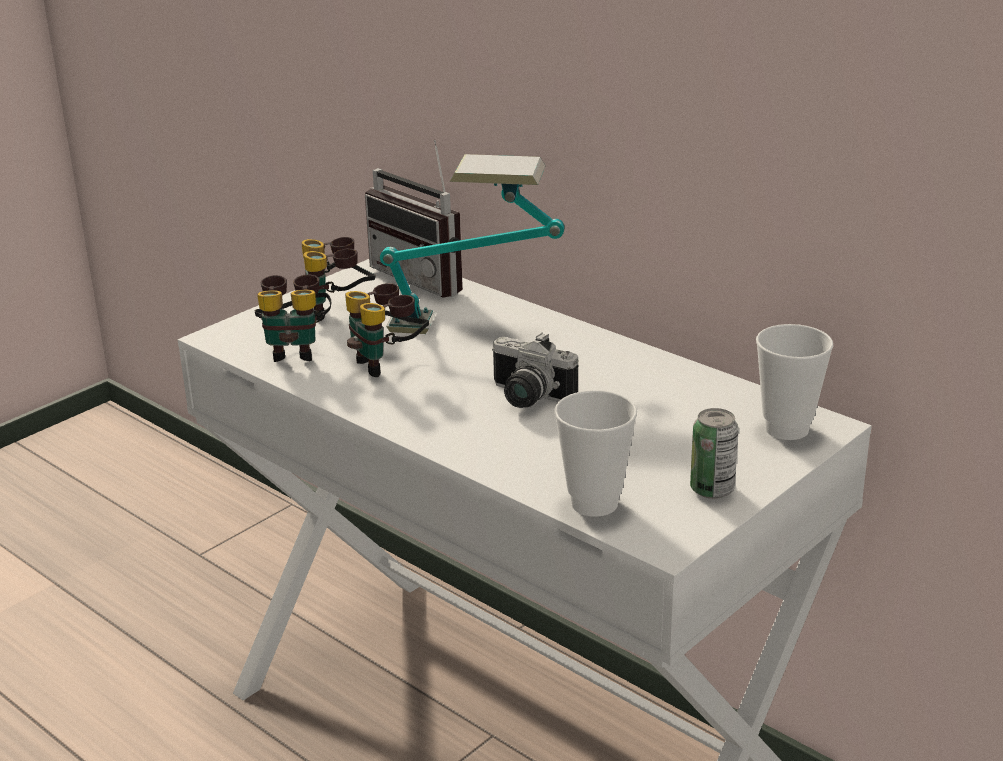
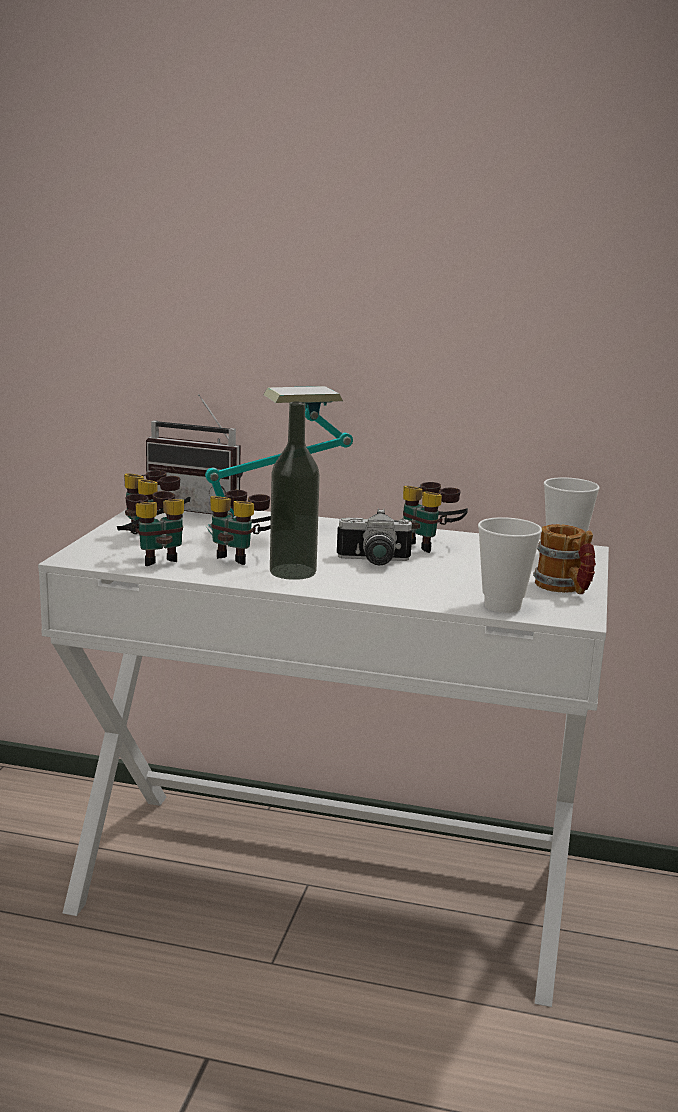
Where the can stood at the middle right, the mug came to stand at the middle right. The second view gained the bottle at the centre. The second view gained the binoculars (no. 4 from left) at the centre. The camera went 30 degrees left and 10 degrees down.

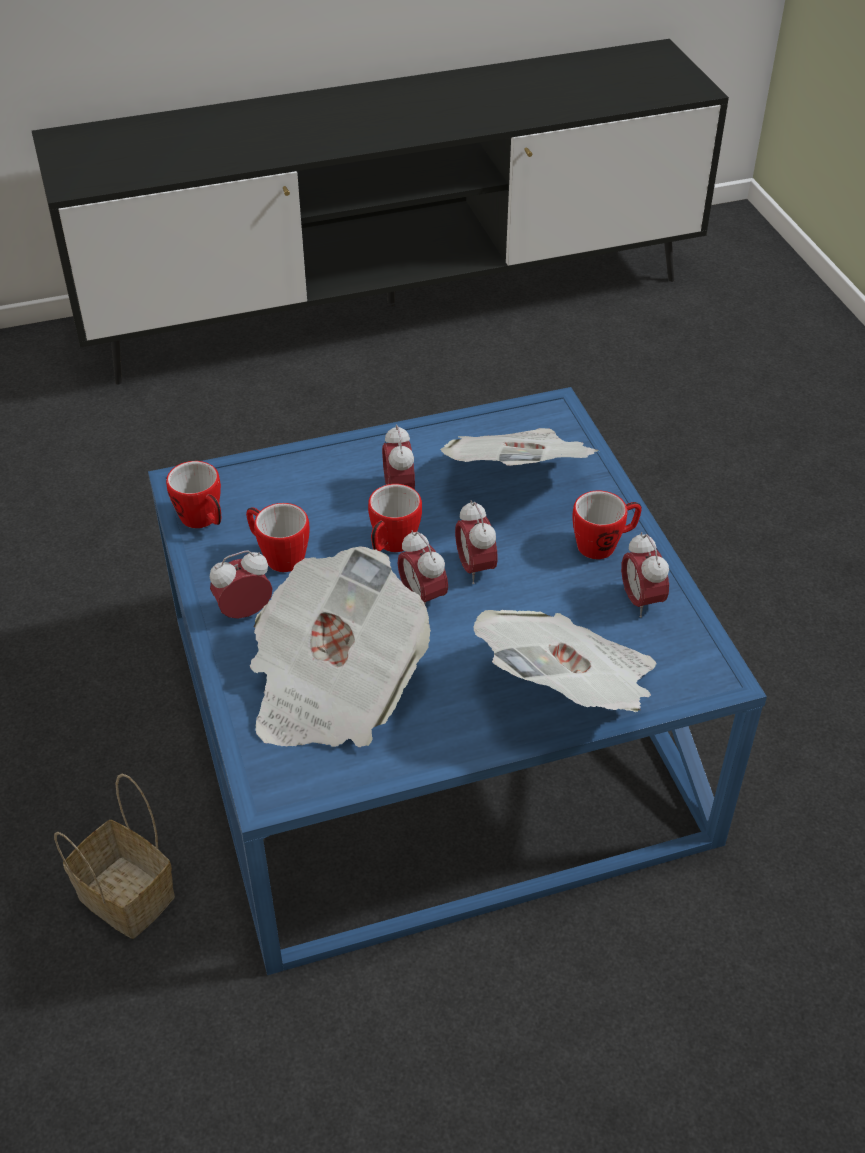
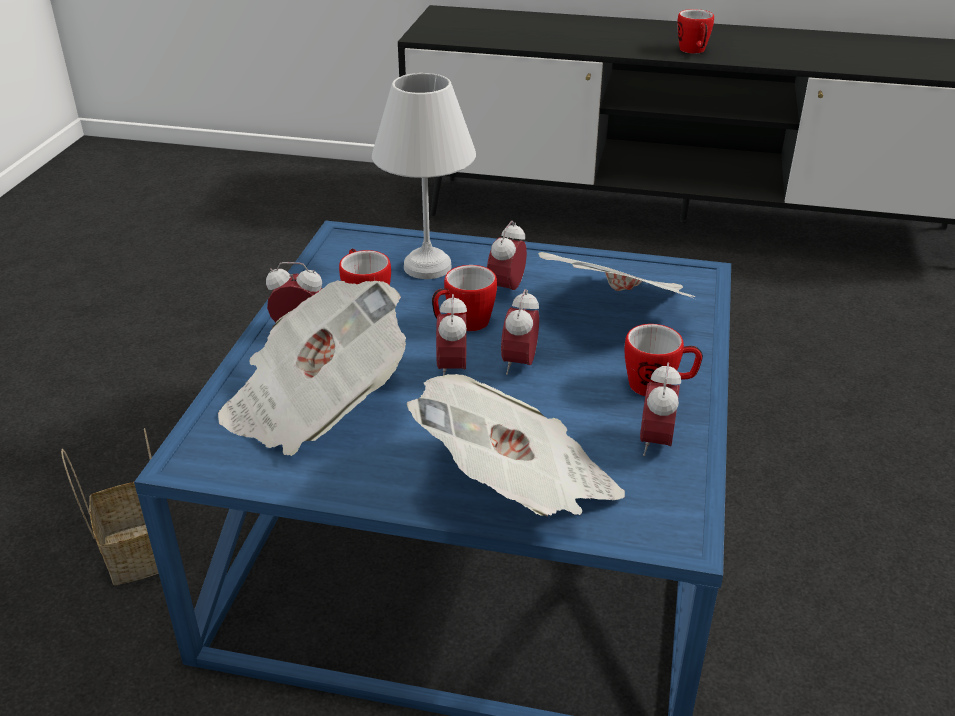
The mug (no. 1 from left in the first image) ended up elsewhere, having gone from the middle left to the top right. The second view gained the white table lamp at the top centre. The camera went 30 degrees right and 10 degrees down.

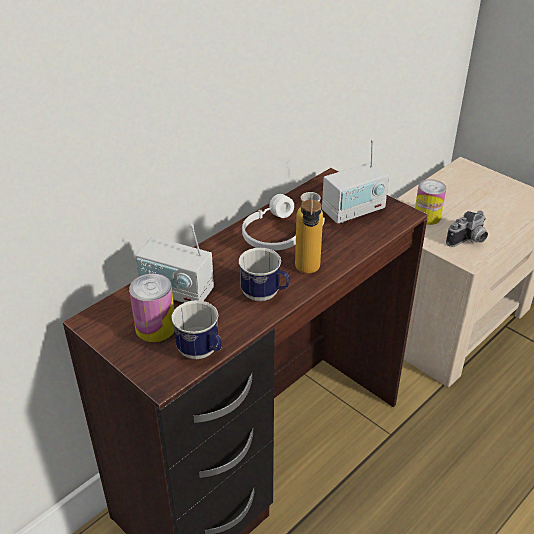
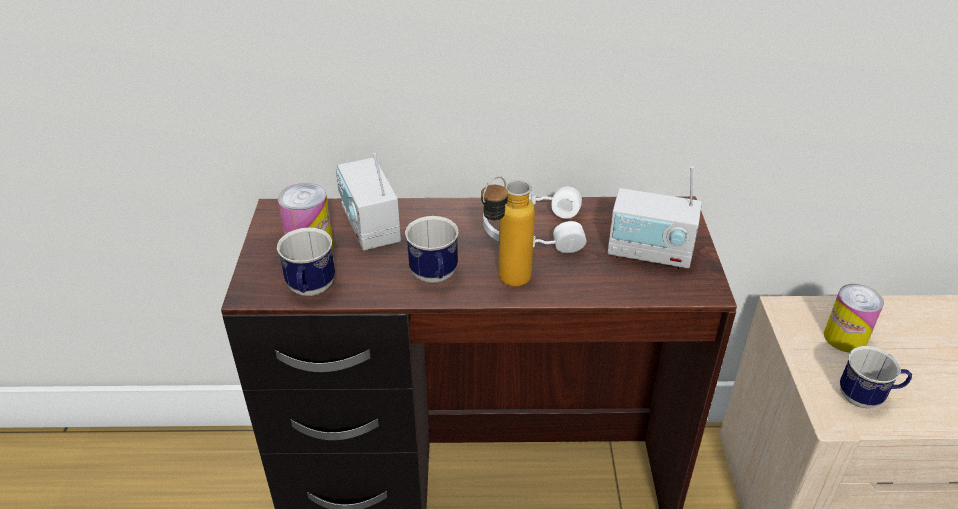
Where the photo camera stood at the middle right, the mug (no. 3 from left) came to stand at the bottom right. The camera went 45 degrees right and 0 degrees up.

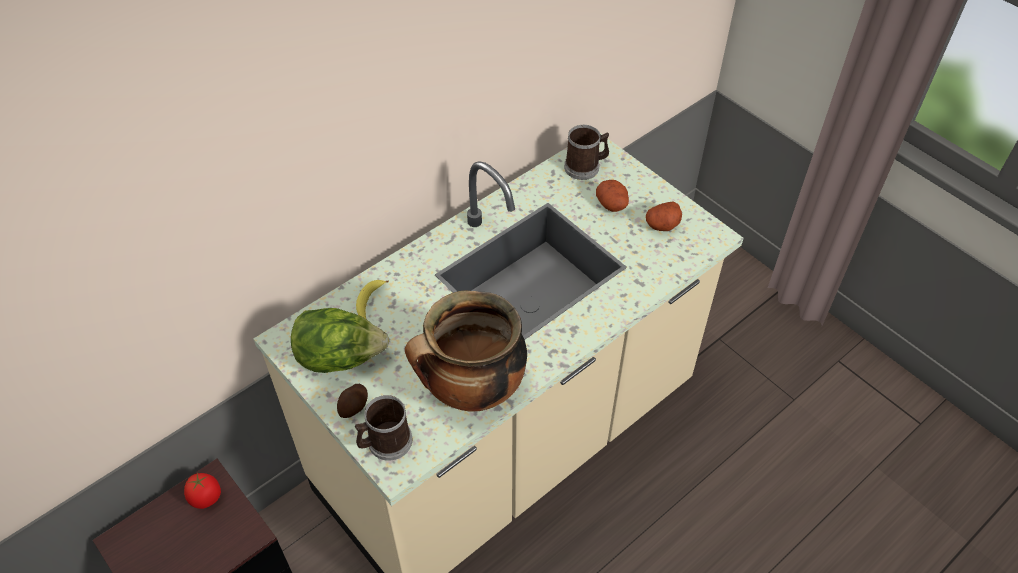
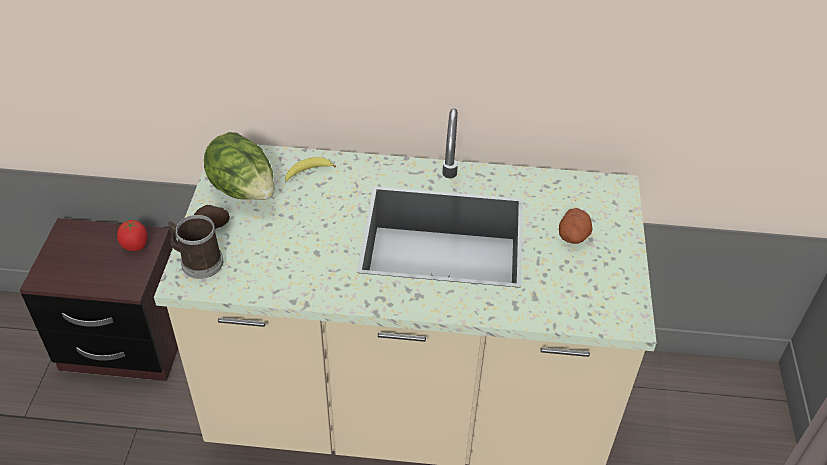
The second view lost the cooking pot at the centre. The second view lost the mug (no. 2 from left) at the top centre. The second view lost the potato (no. 3 from left) at the centre. The camera went 45 degrees right and 5 degrees down.

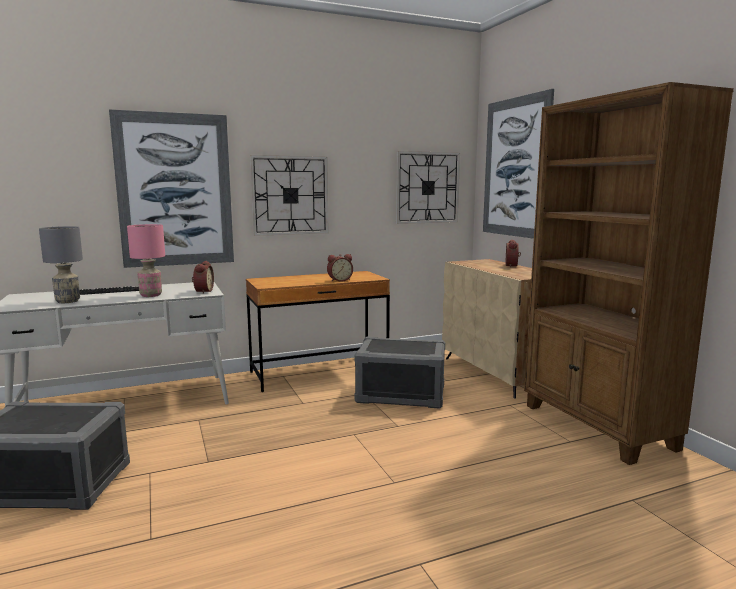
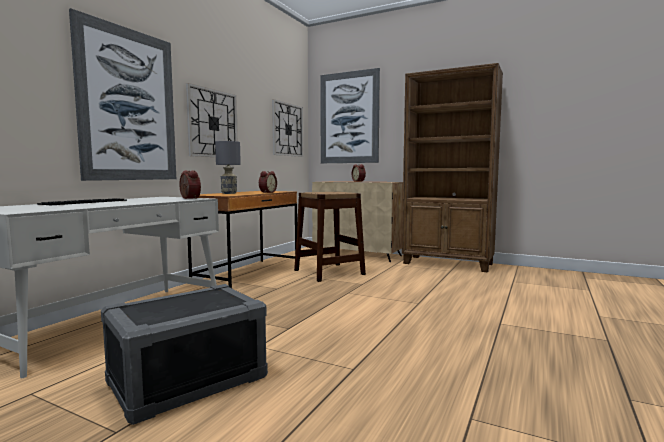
The grey table lamp ended up elsewhere, having gone from the middle left to the centre. The second view lost the pink table lamp at the middle left. Where the grey storage box (no. 2 from left) stood at the centre, the brown stool came to stand at the centre. The camera went 40 degrees left and 5 degrees down.

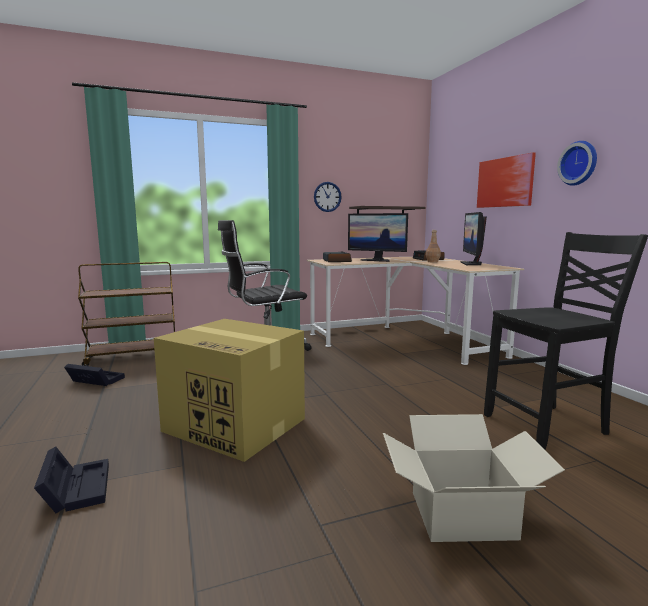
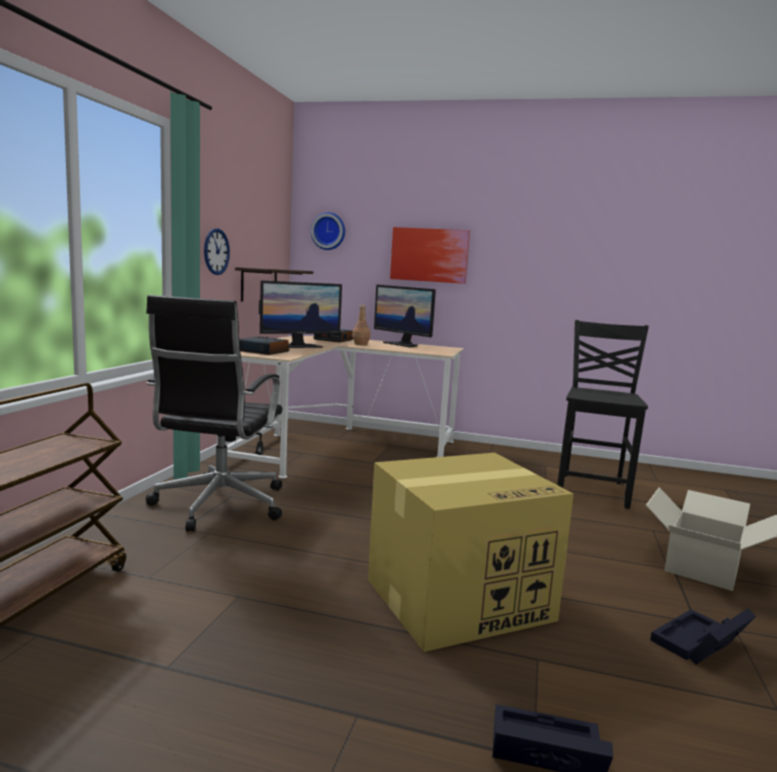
The black storage box (no. 2 from left) ended up elsewhere, having gone from the middle left to the bottom right. The wall clock (no. 2 from left) ended up elsewhere, having gone from the top right to the top centre. The camera went 55 degrees left and 0 degrees up.

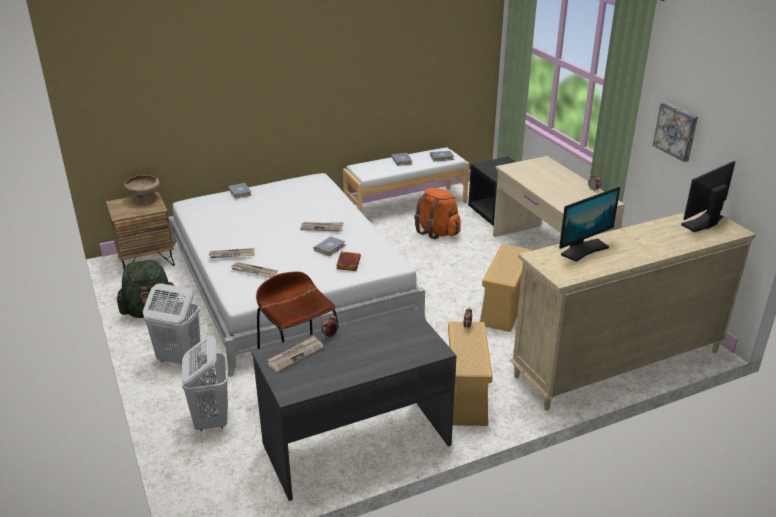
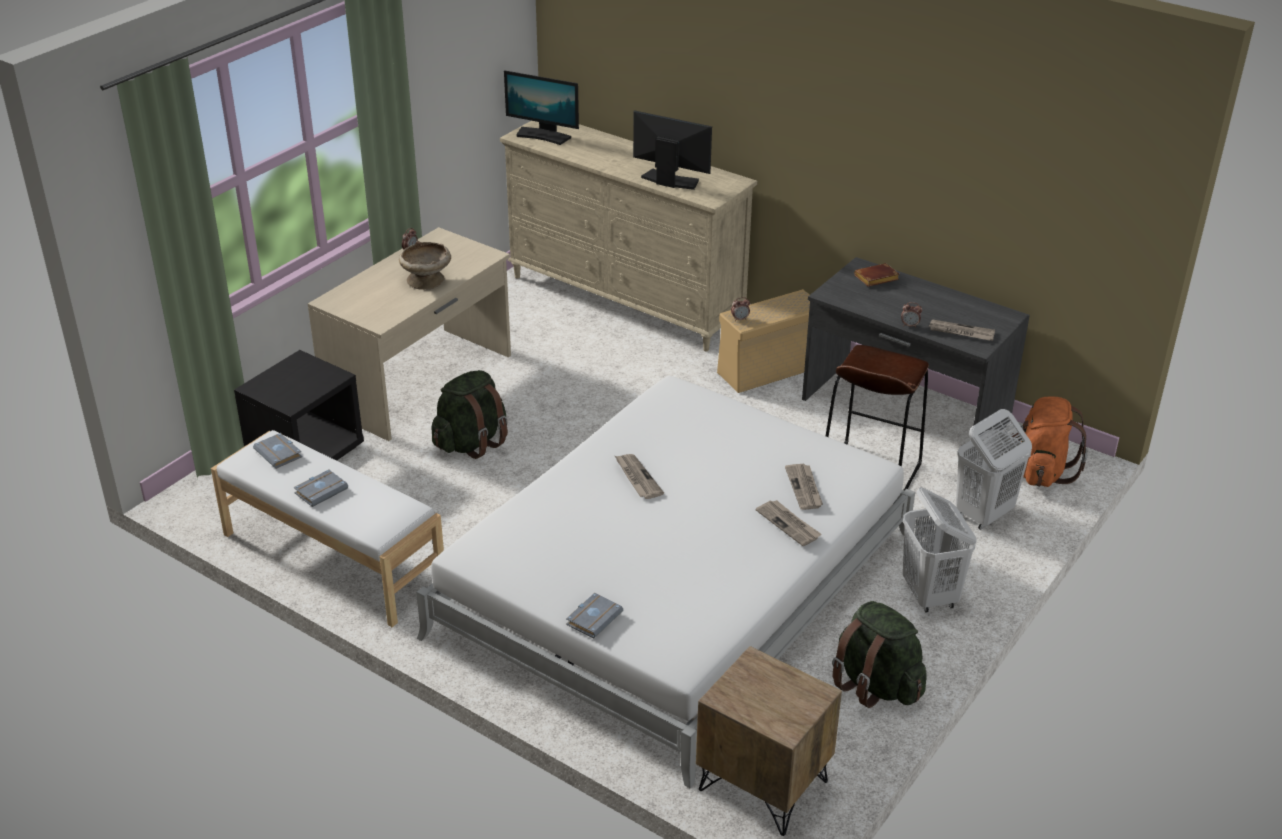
The beige bowl ended up elsewhere, having gone from the middle left to the top left. The second view lost the grey book (no. 2 from left) at the centre. The brown book ended up elsewhere, having gone from the centre to the top right. The orange backpack ended up elsewhere, having gone from the centre to the middle right. The second view lost the beige storage box (no. 2 from left) at the centre. The second view lost the picture at the top right. The second view gained the green backpack (no. 1 from left) at the centre. The camera went 120 degrees left and 5 degrees up.

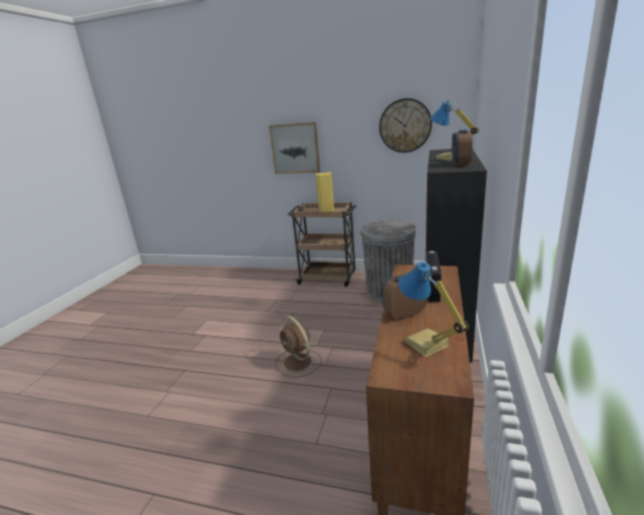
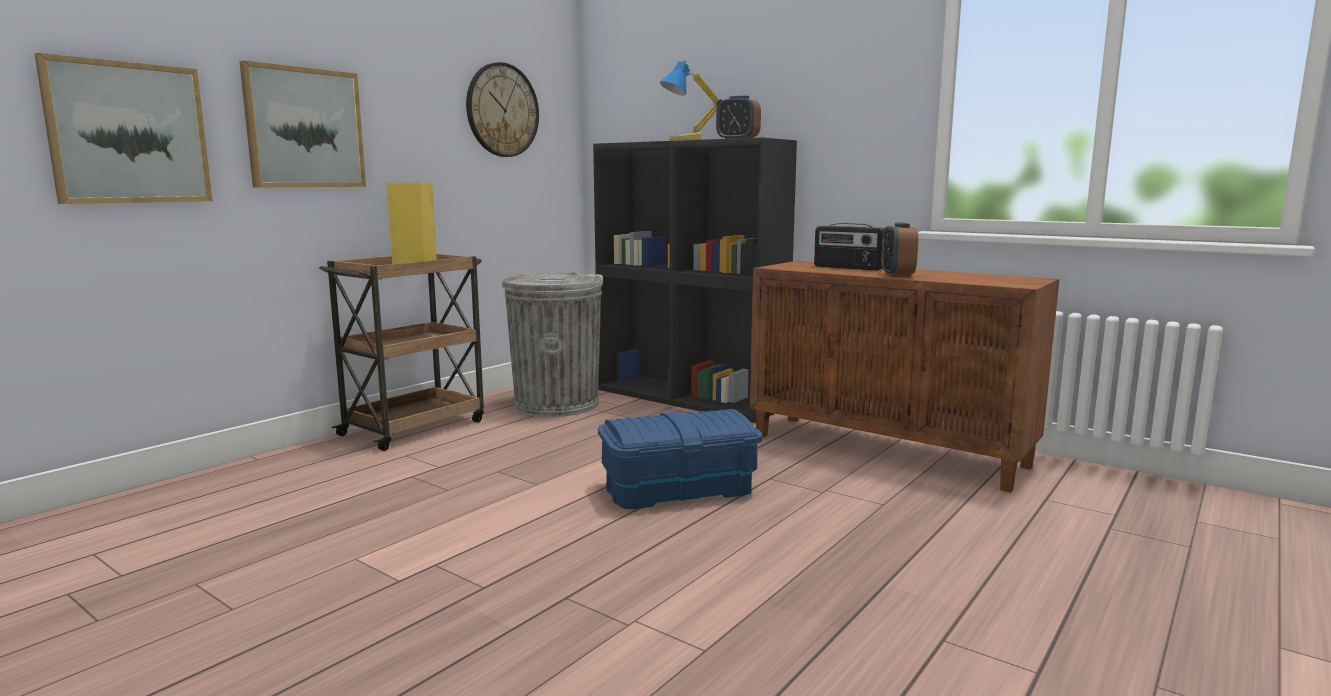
Where the brown fan stood at the bottom centre, the blue storage box came to stand at the centre. The second view lost the table lamp (no. 1 from left) at the middle right. The second view gained the picture (no. 1 from left) at the top left. The camera went 70 degrees left and 10 degrees down.

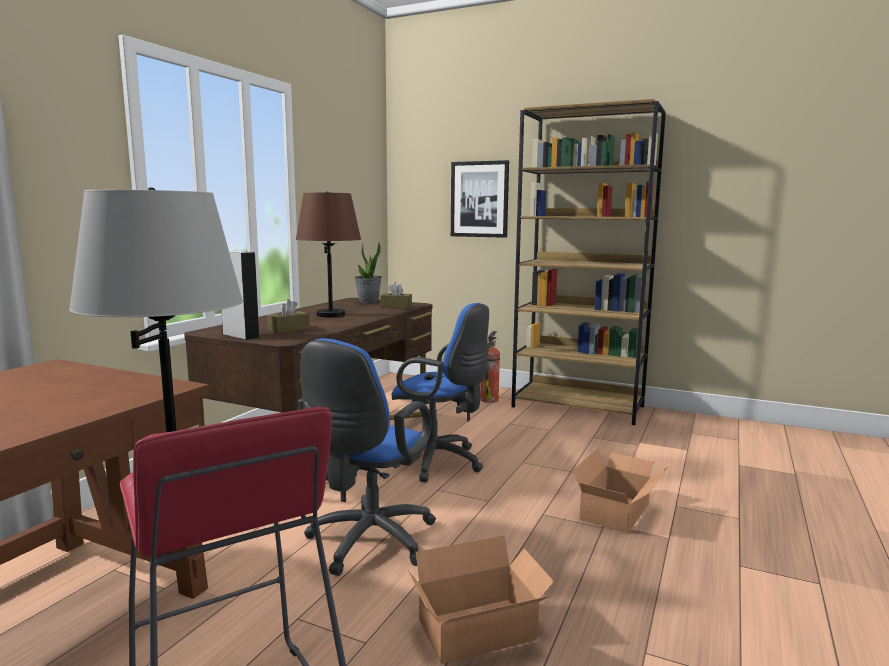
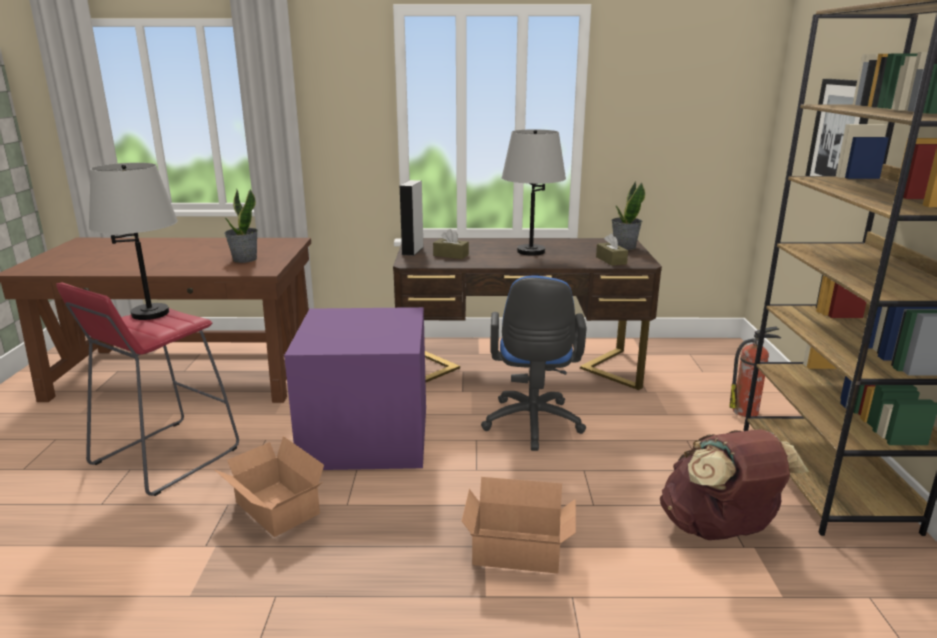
What was the brown table lamp at the centre turned into the grey table lamp (no. 2 from left) at the top centre. Where the blue office chair (no. 1 from left) stood at the bottom centre, the purple storage box came to stand at the centre. The second view gained the potted plant (no. 1 from left) at the middle left. The second view gained the brown backpack at the bottom right. The camera went 65 degrees right and 10 degrees up.

